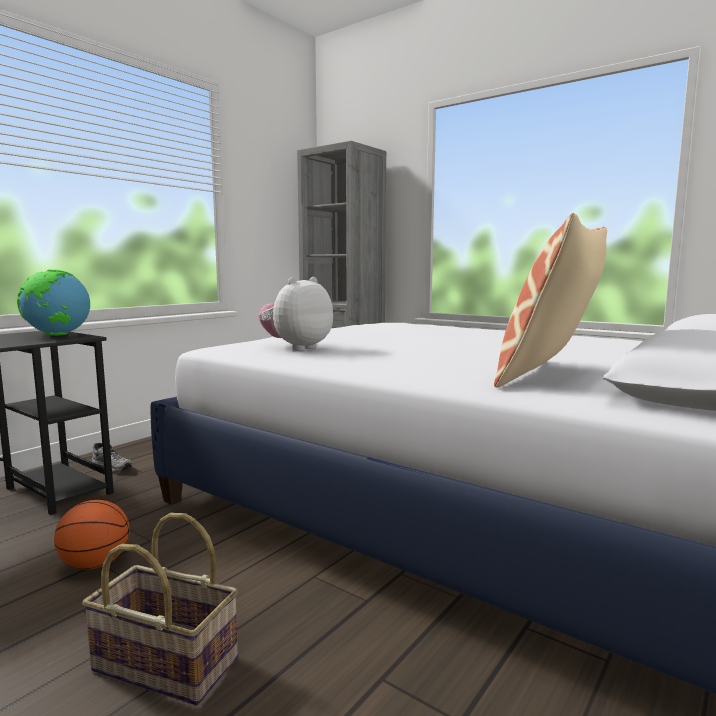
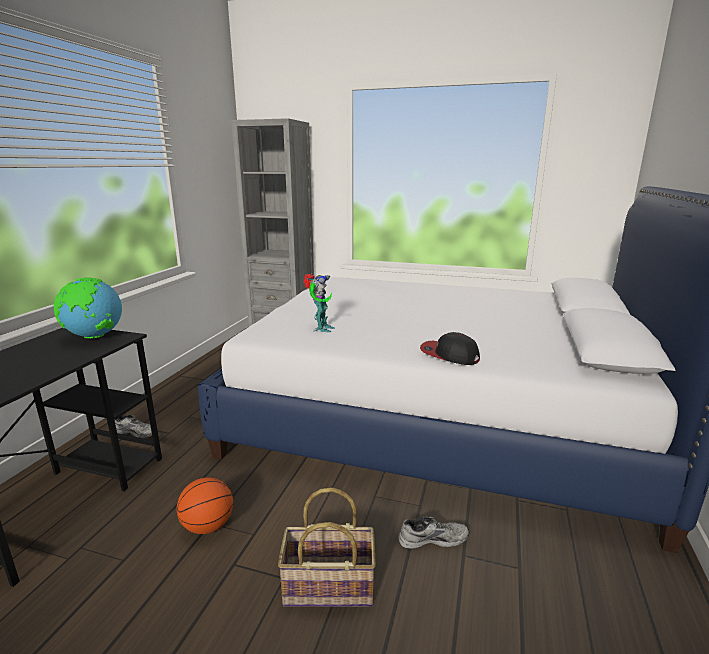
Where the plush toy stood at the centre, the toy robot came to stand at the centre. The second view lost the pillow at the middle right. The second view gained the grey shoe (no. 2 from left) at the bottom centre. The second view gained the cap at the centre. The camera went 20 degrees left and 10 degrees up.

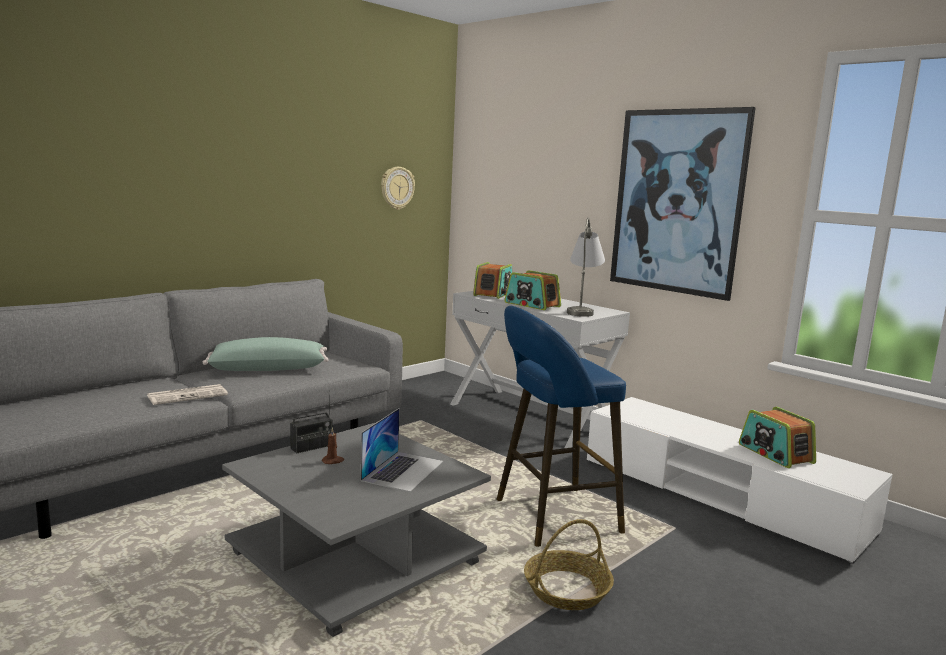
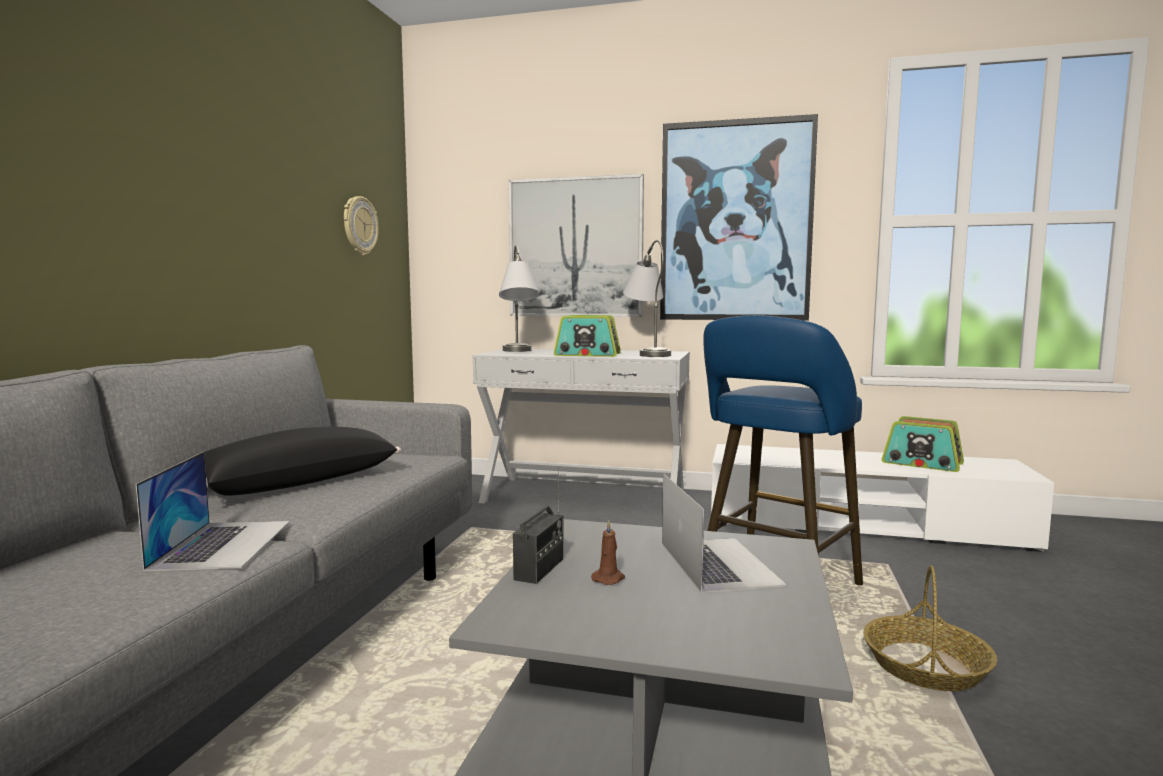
Where the newspaper stood at the middle left, the laptop (no. 1 from left) came to stand at the middle left. What was the green pillow at the middle left turned into the black pillow at the middle left. Where the radio (no. 2 from left) stood at the centre, the grey table lamp (no. 1 from left) came to stand at the centre. The second view gained the picture (no. 1 from left) at the top centre. The camera went 30 degrees left and 5 degrees down.

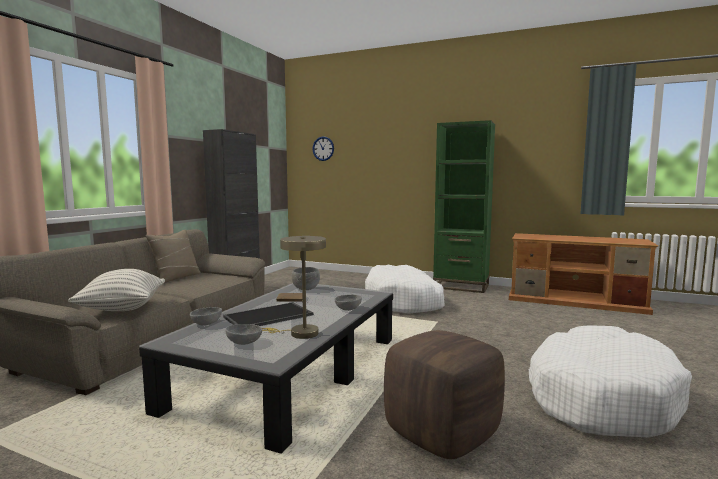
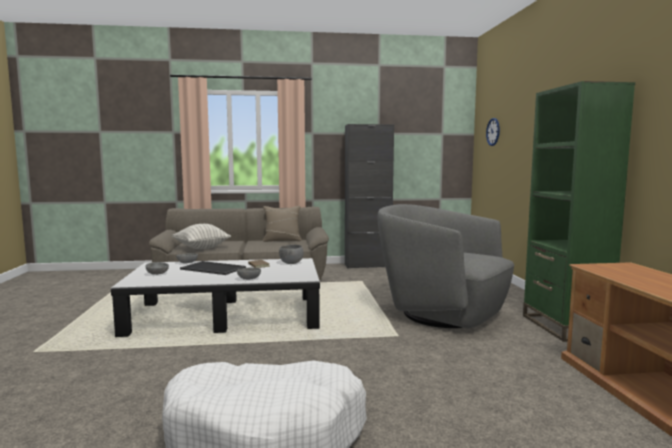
The second view lost the beige table lamp at the centre. Where the white dog bed (no. 1 from left) stood at the centre, the grey armchair came to stand at the centre. The second view lost the brown ottoman at the bottom centre. The camera went 60 degrees right and 0 degrees up.

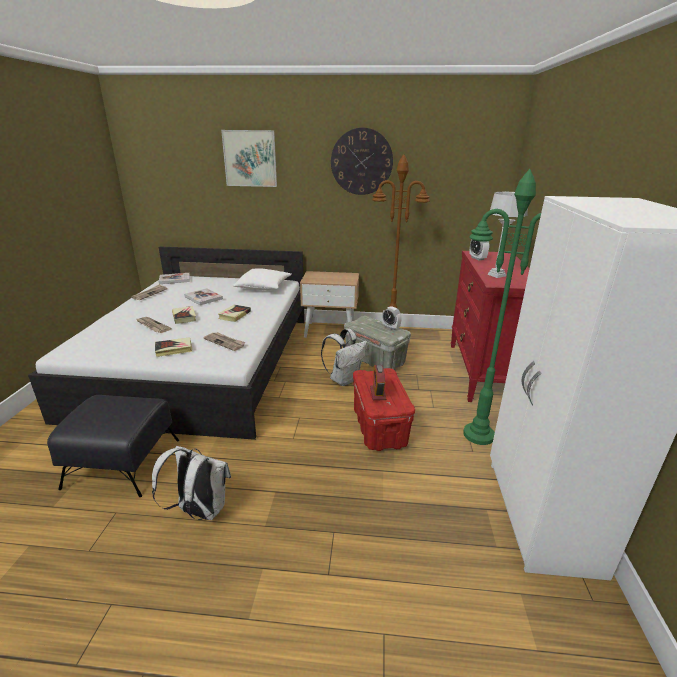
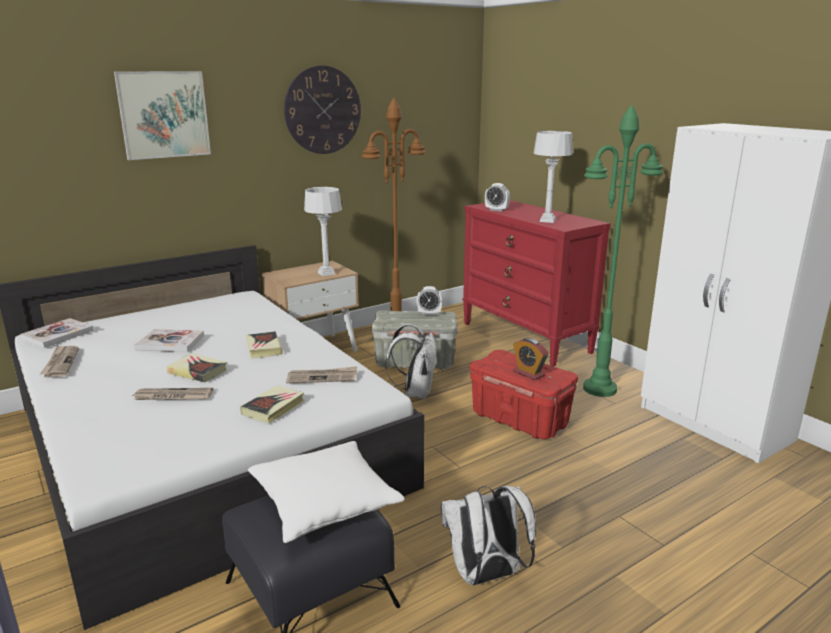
The white pillow ended up elsewhere, having gone from the centre to the bottom centre. The second view gained the grey table lamp (no. 1 from left) at the centre. The camera went 40 degrees left and 5 degrees down.

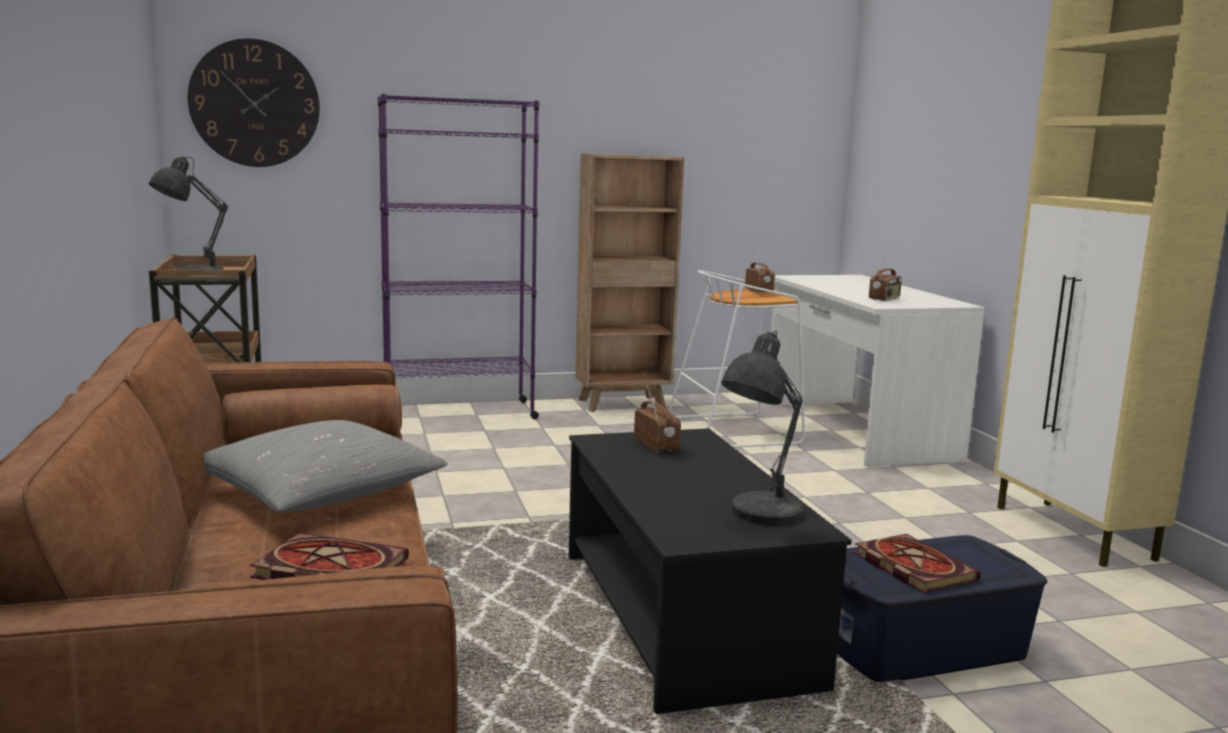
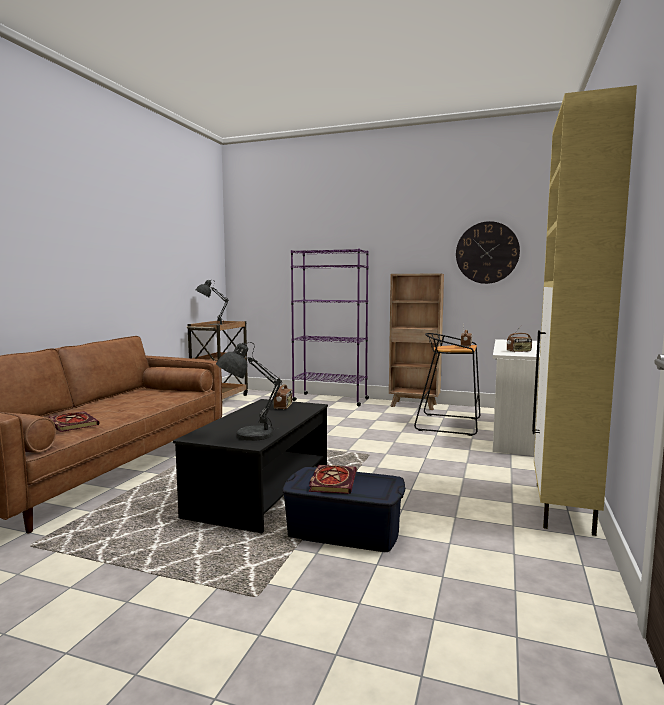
The wall clock ended up elsewhere, having gone from the top left to the middle right. The second view lost the grey pillow at the middle left. What was the white stool at the centre turned into the black stool at the middle right. The camera went 35 degrees right and 5 degrees down.

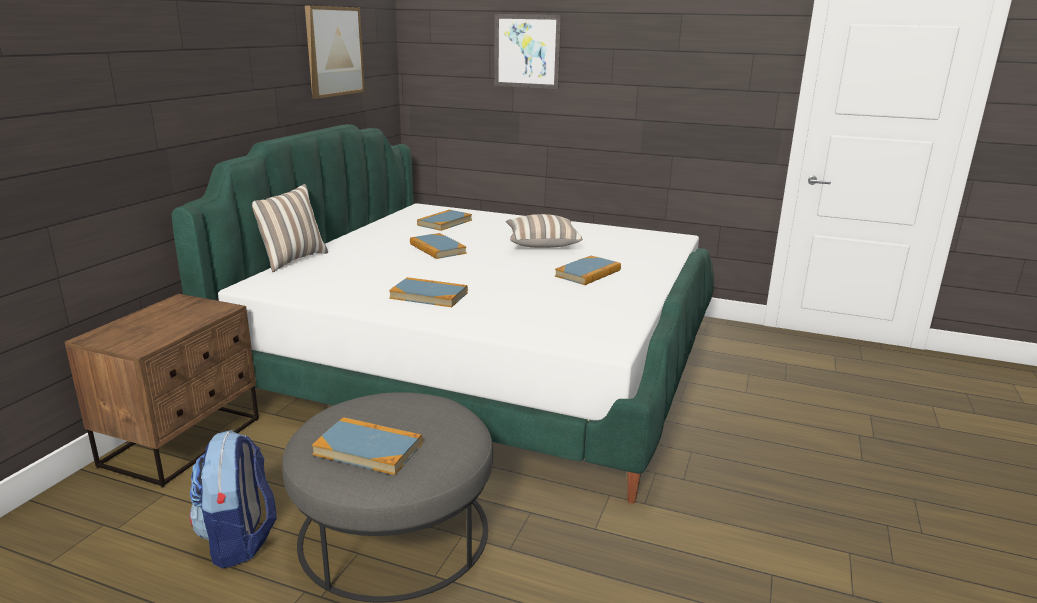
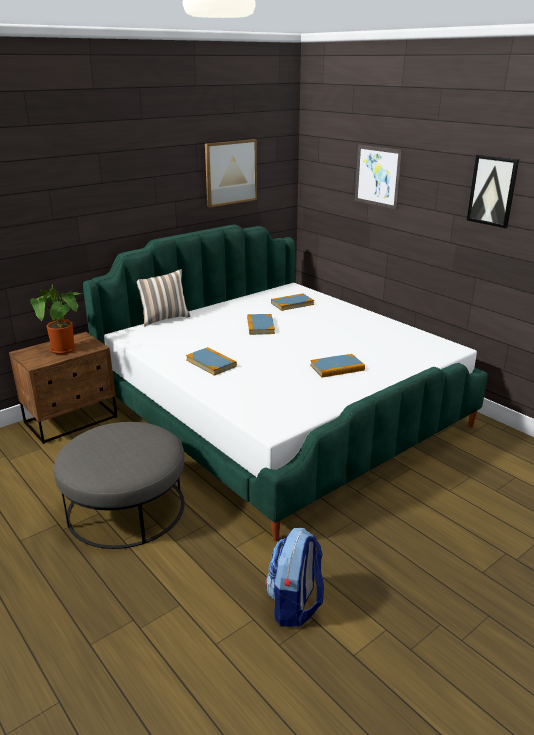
The backpack ended up elsewhere, having gone from the bottom left to the bottom centre. The second view lost the book (no. 1 from left) at the bottom centre. The second view lost the pillow (no. 2 from left) at the centre. The second view gained the potted plant at the middle left. The second view gained the picture (no. 3 from left) at the top right. The camera went 30 degrees right and 5 degrees up.

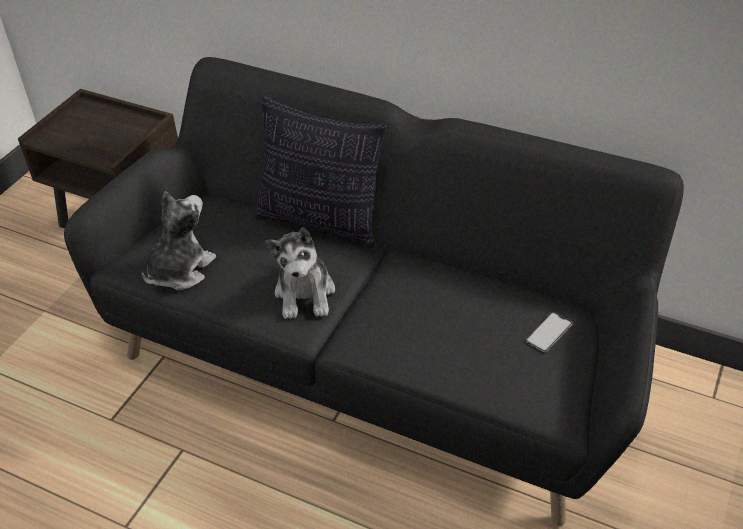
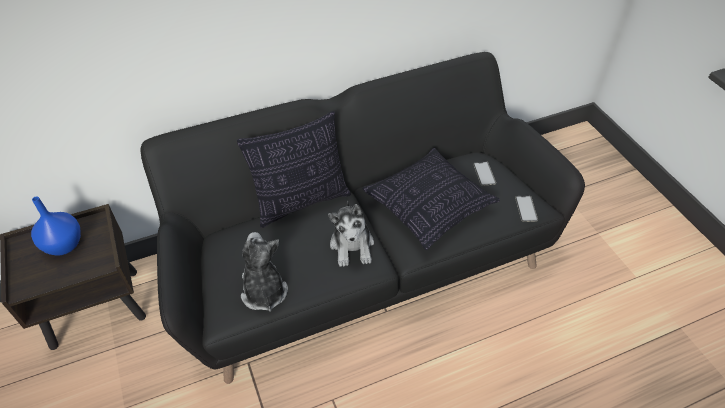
The plush toy (no. 2 from left) at the centre ended up facing another way, 45 degrees clockwise from before. The second view gained the blue vase at the middle left. The second view gained the pillow (no. 2 from left) at the centre. The second view gained the phone (no. 2 from left) at the middle right. The camera went 50 degrees left and 5 degrees up.

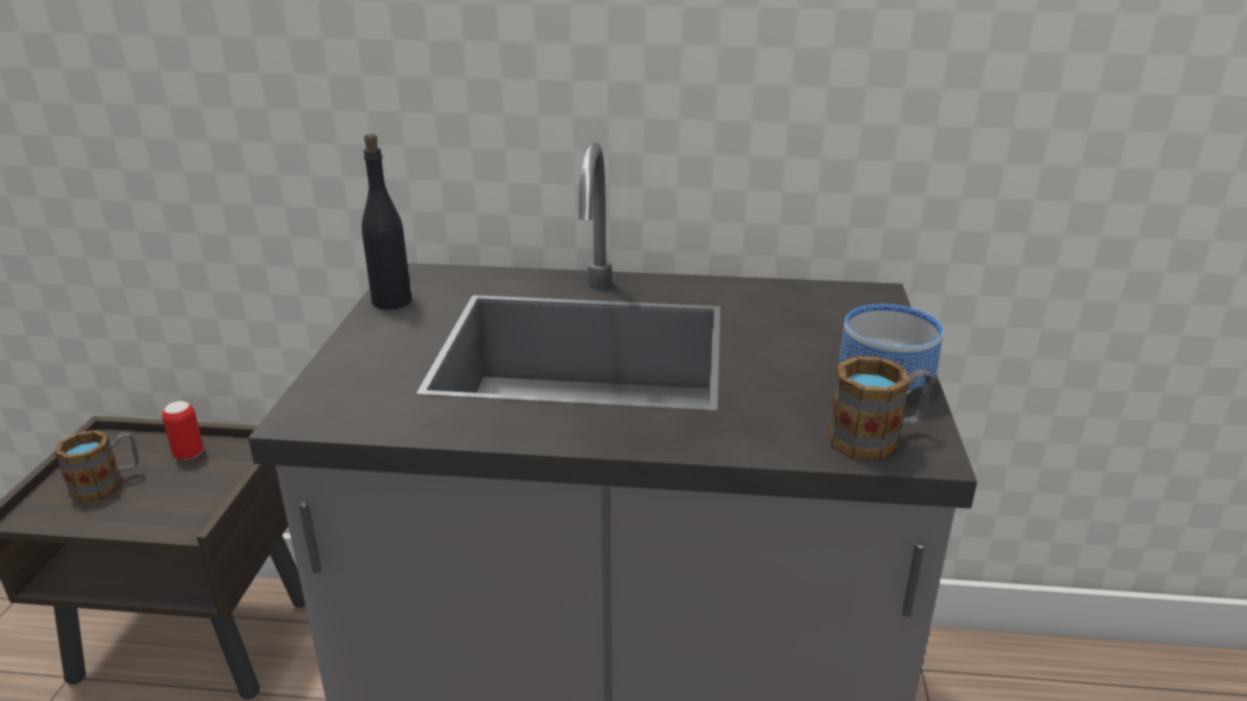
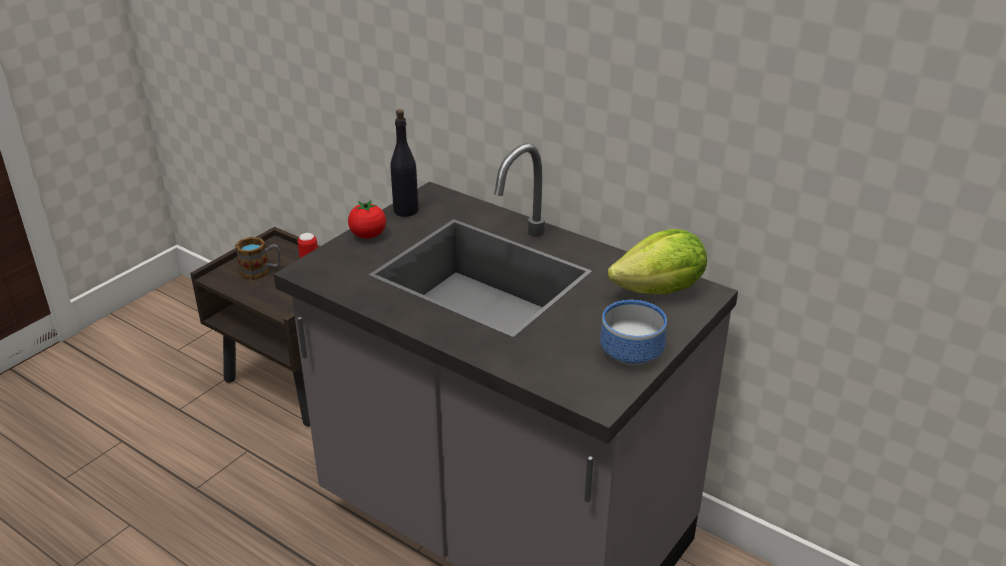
The second view lost the mug (no. 2 from left) at the middle right. The second view gained the tomato at the centre. The second view gained the lettuce at the centre. The camera went 30 degrees right and 5 degrees up.

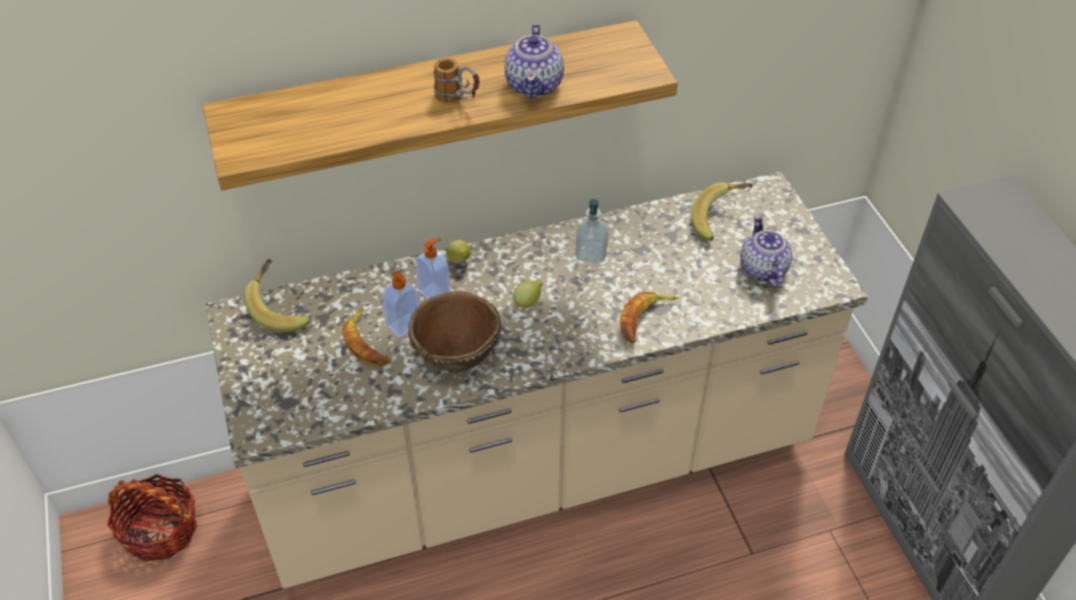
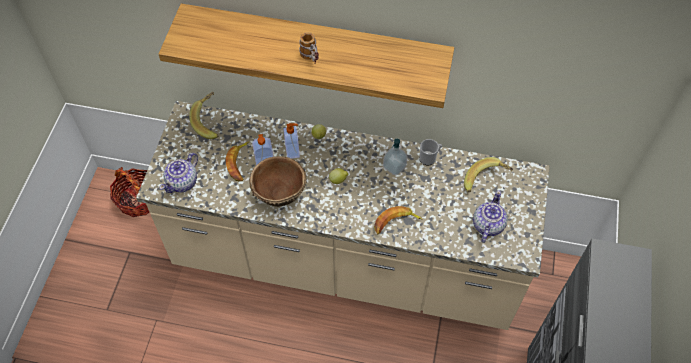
The teapot (no. 1 from left) ended up elsewhere, having gone from the top centre to the middle left. The second view gained the mug (no. 2 from left) at the centre. The camera went 30 degrees right and 10 degrees up.

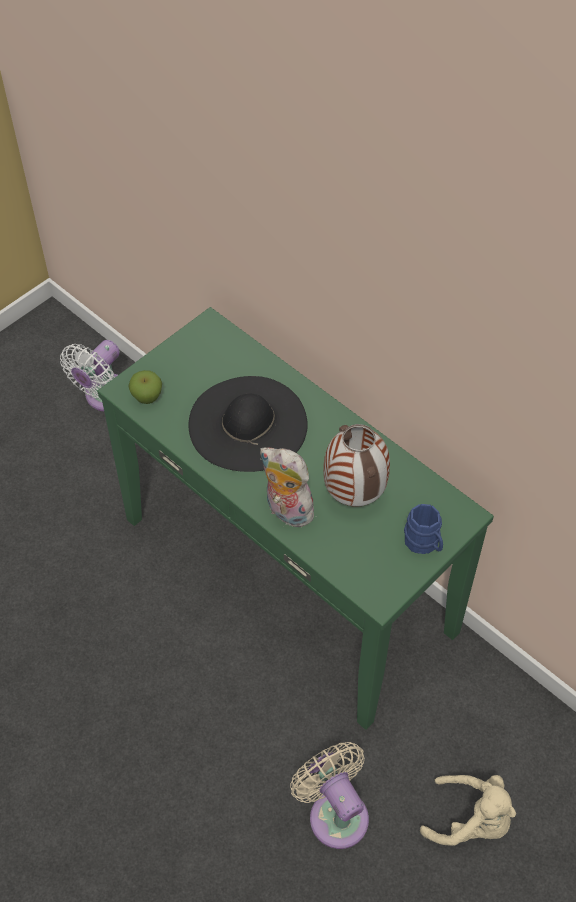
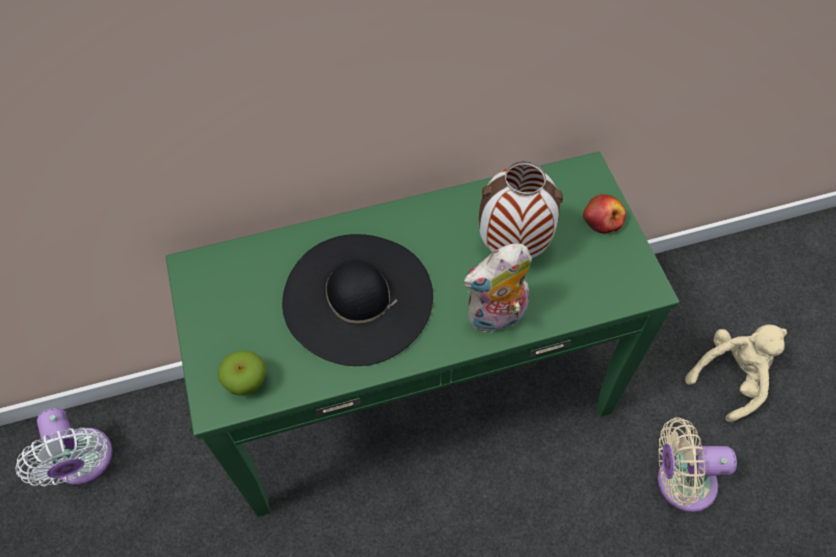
Where the blue mug stood at the middle right, the apple (no. 2 from left) came to stand at the middle right. The camera went 60 degrees left and 5 degrees up.

